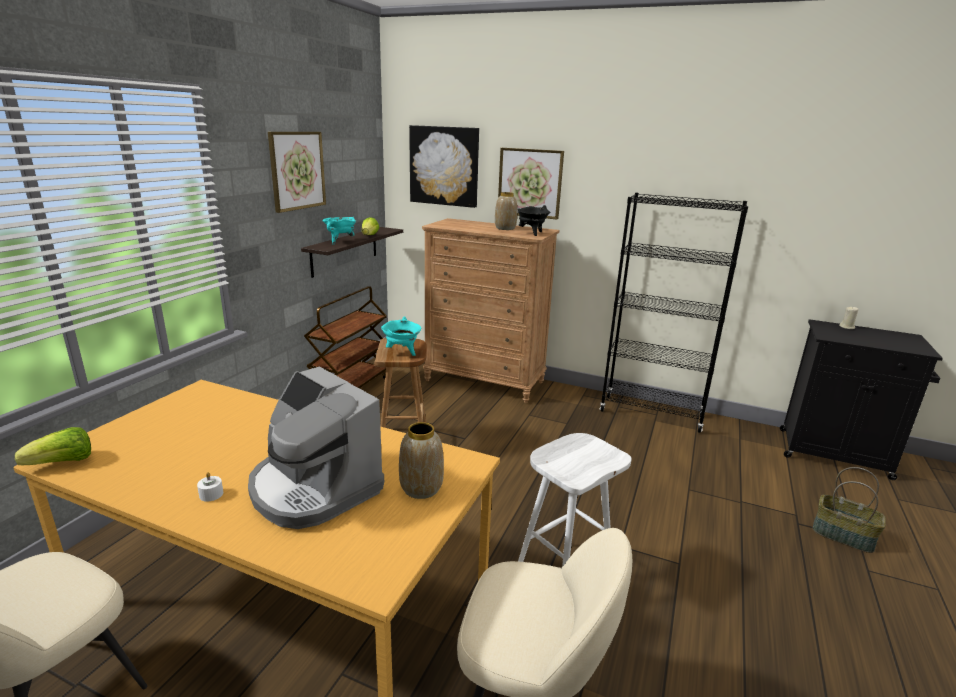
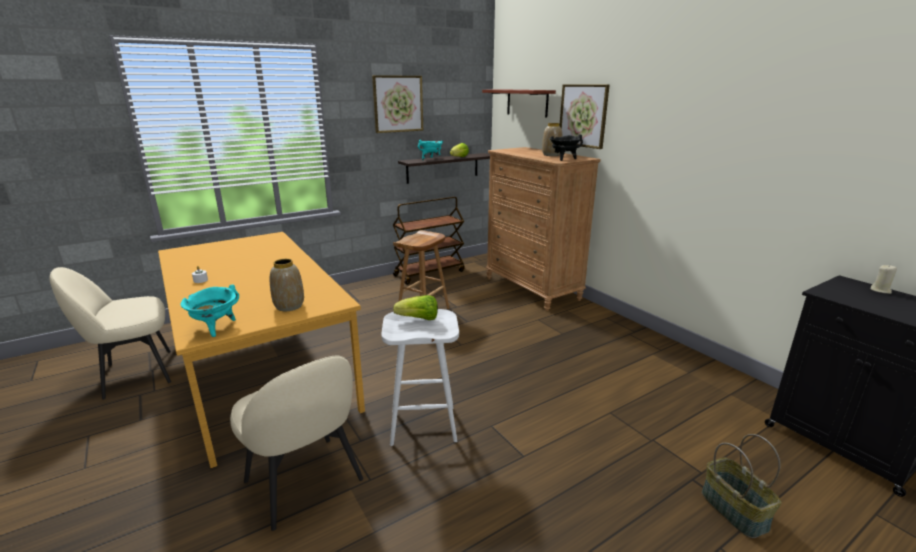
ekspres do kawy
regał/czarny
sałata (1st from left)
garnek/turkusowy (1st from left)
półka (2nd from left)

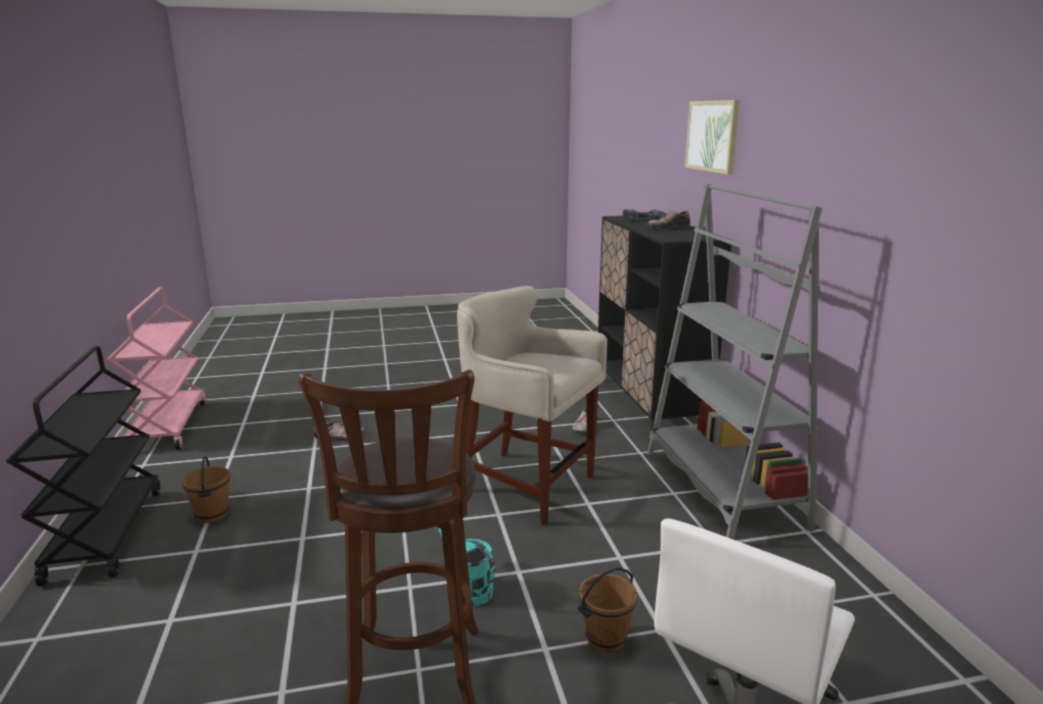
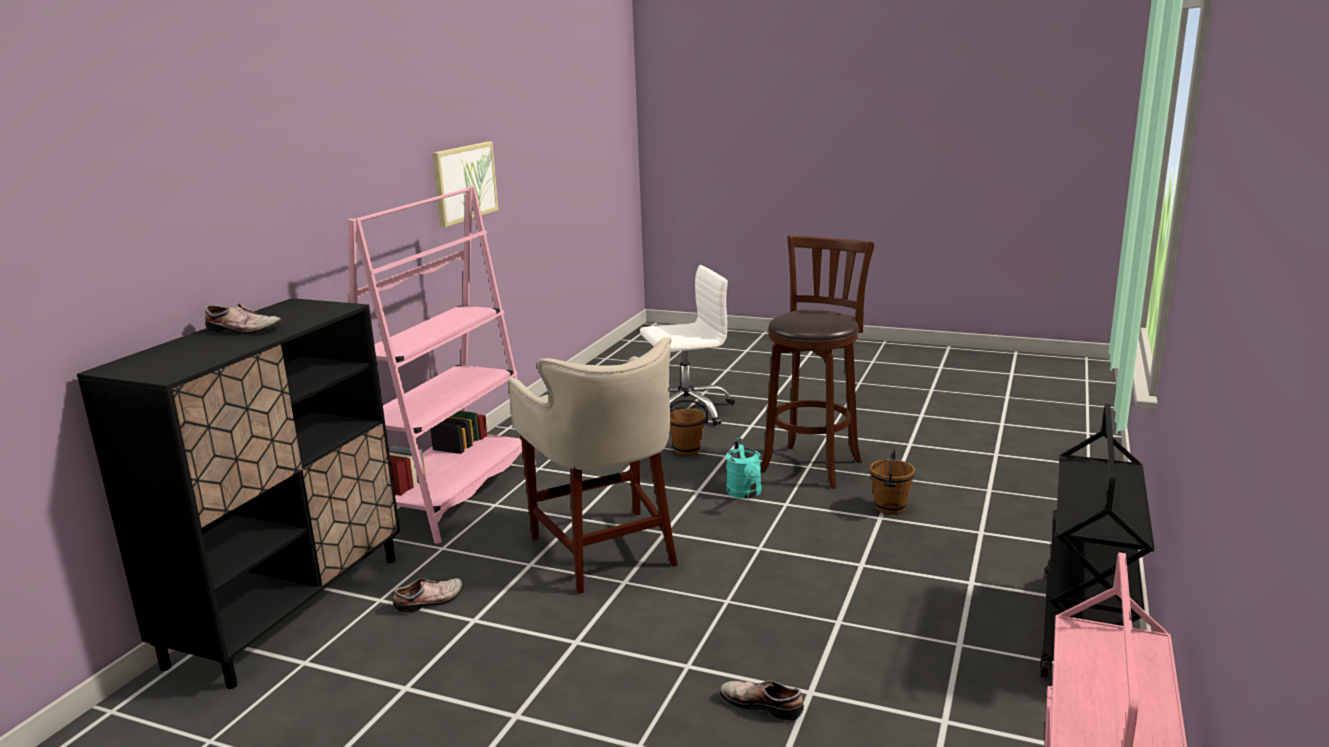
wiertarka
wiadro/brązowy (2nd from left)
obraz
regał/różowy

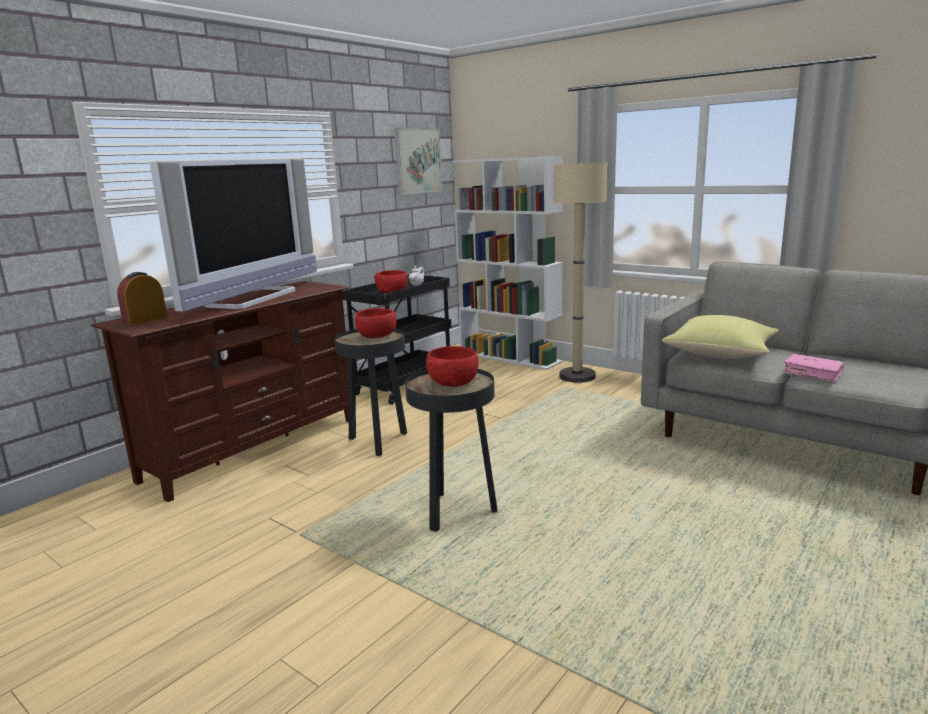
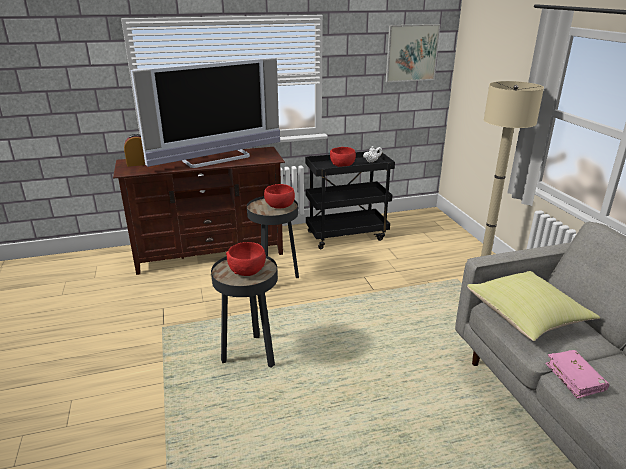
regał/biały

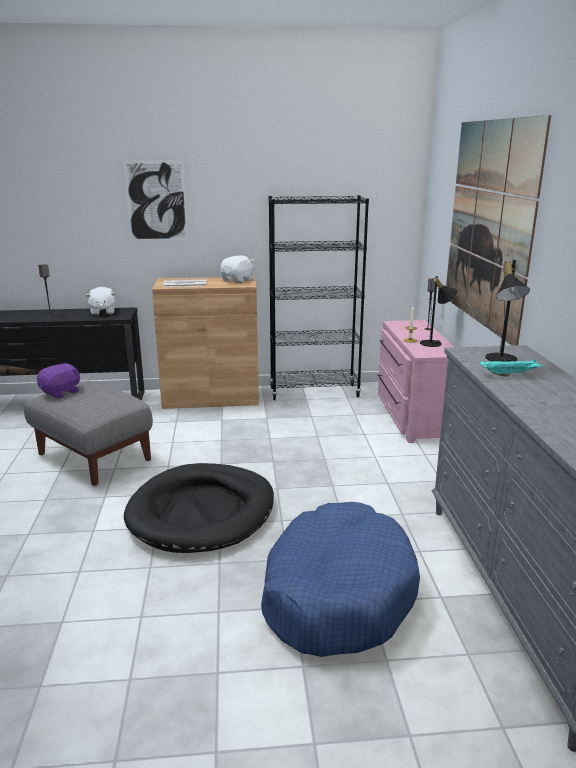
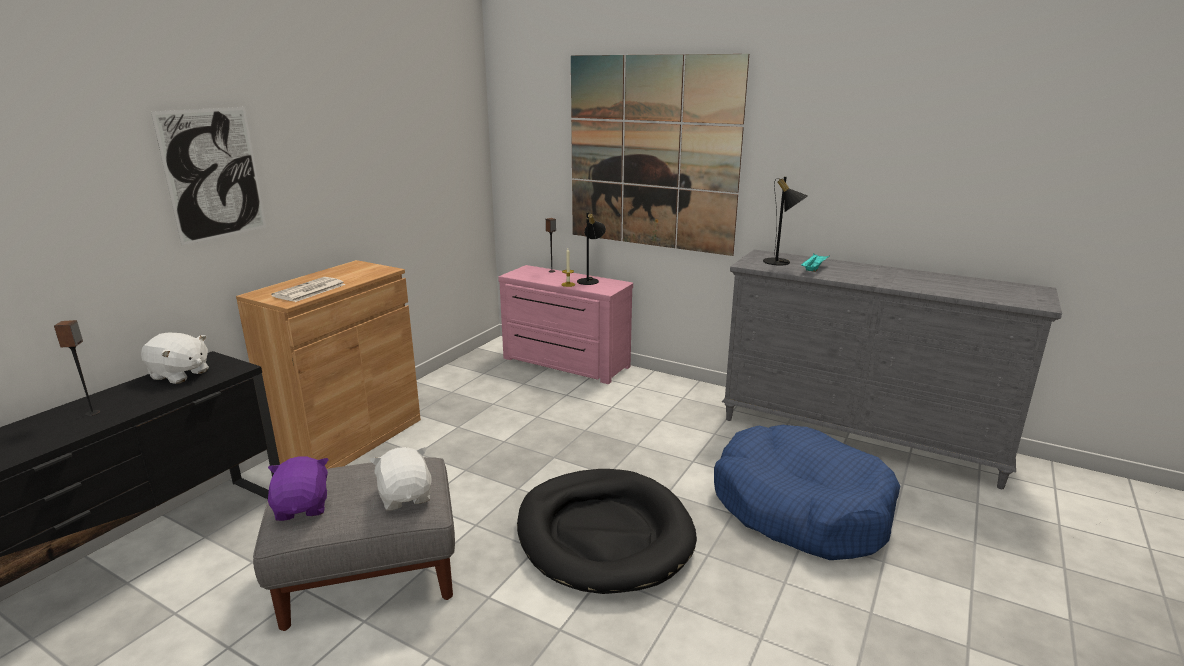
regał/czarny
pluszak/biały (2nd from left)

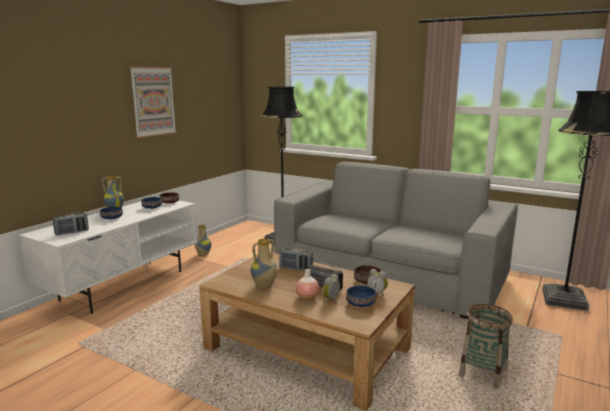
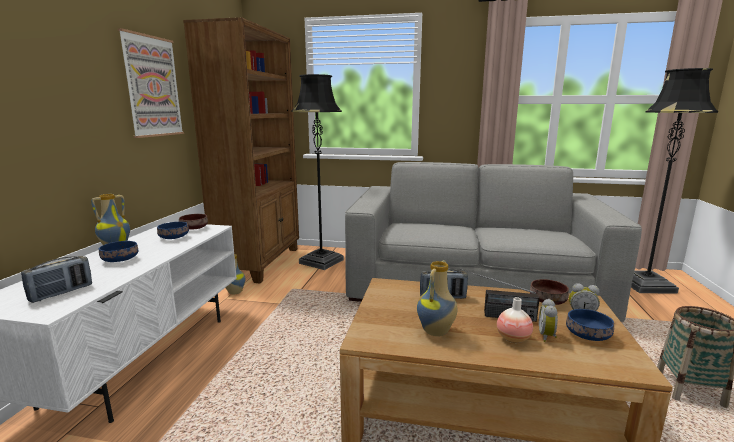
regał/brązowy

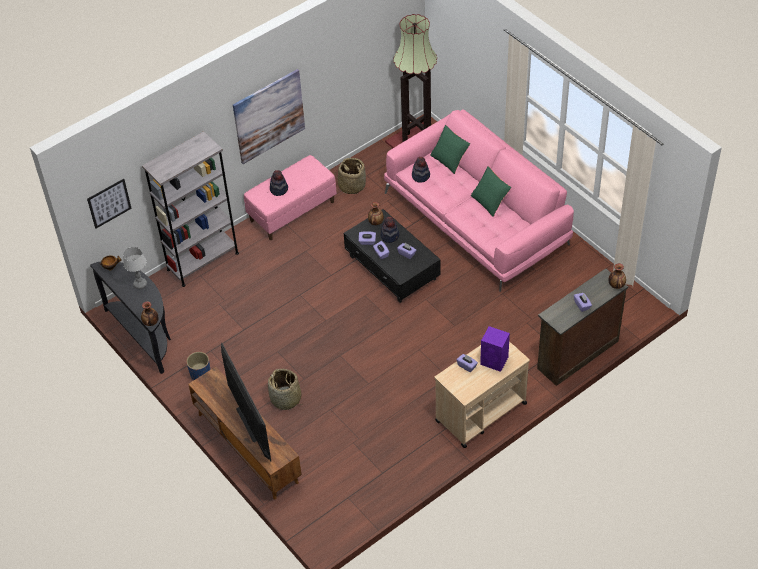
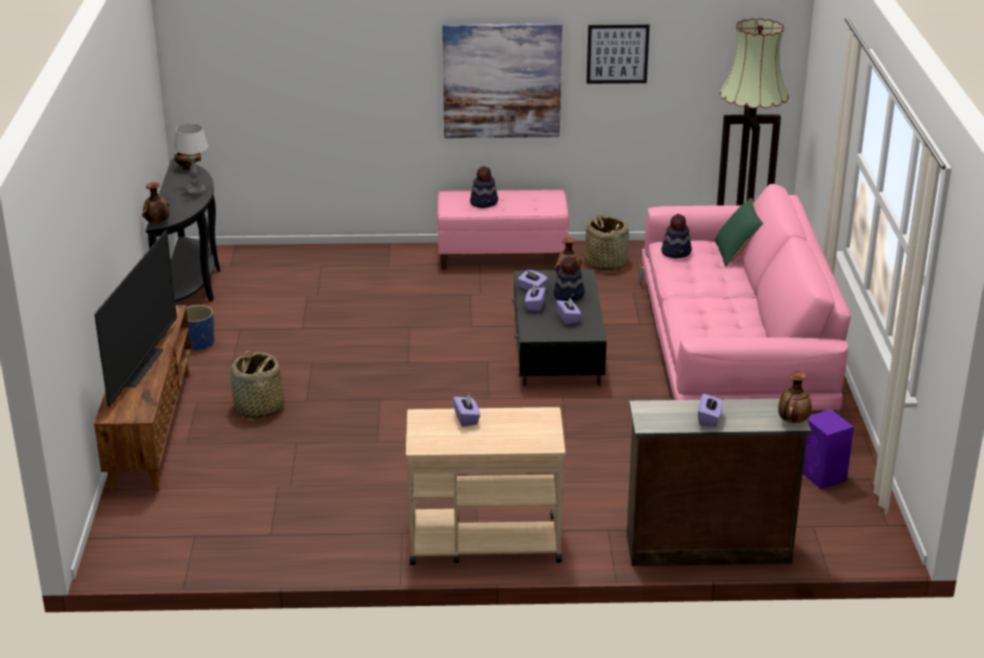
regał/szary
poduszka/zielony (2nd from left in the first image)
obraz (2nd from left)
głośnik/fioletowy

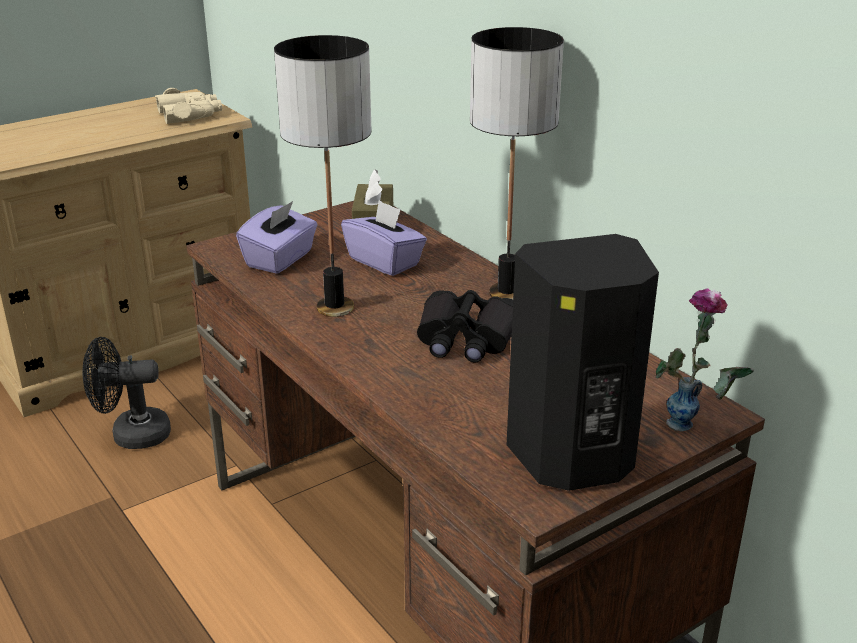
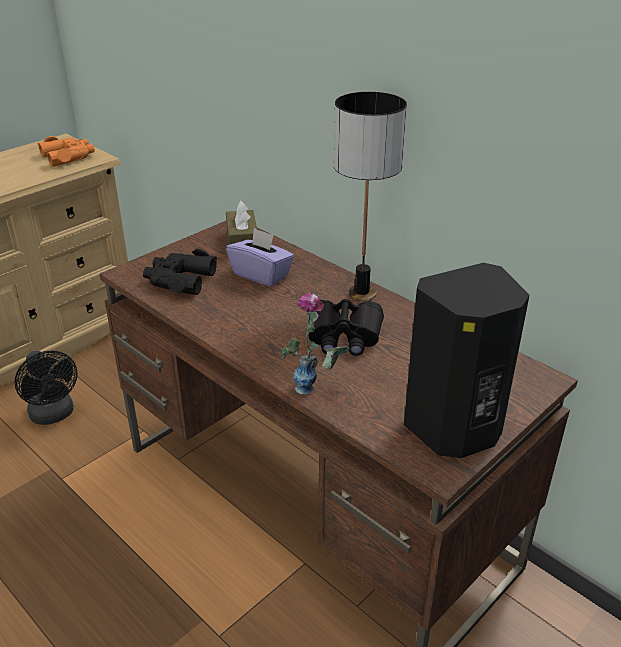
lampa stołowa (1st from left in the first image)
wazon
lornetka/czarny (1st from left)
lornetka/pomarańczowy
wentylator/czarny

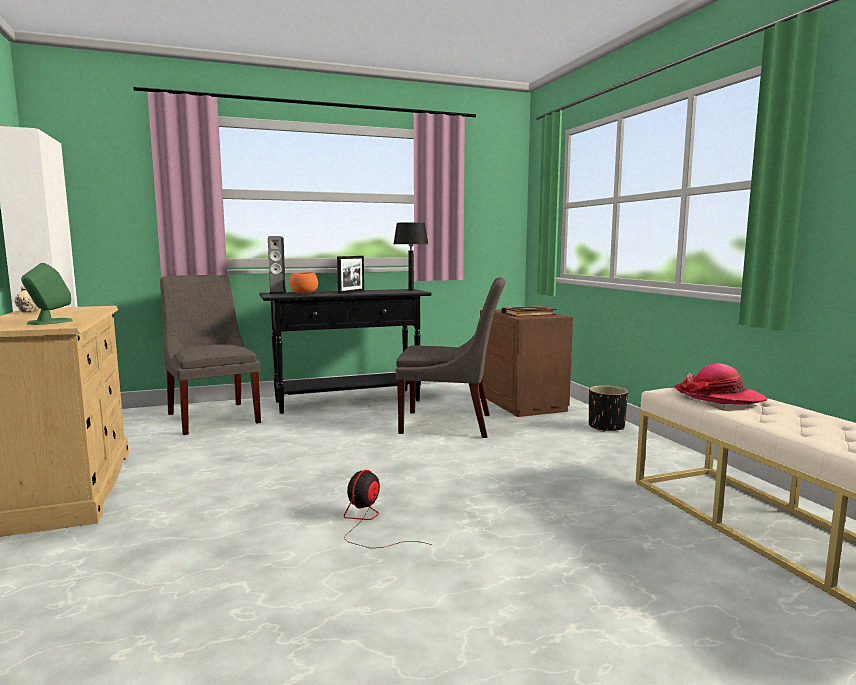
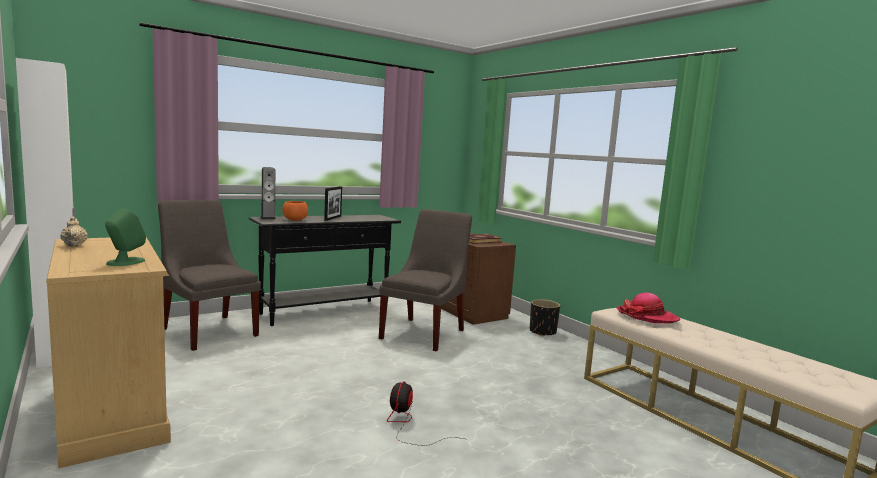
lampa stołowa/czarny
krzesło/szary (2nd from left)

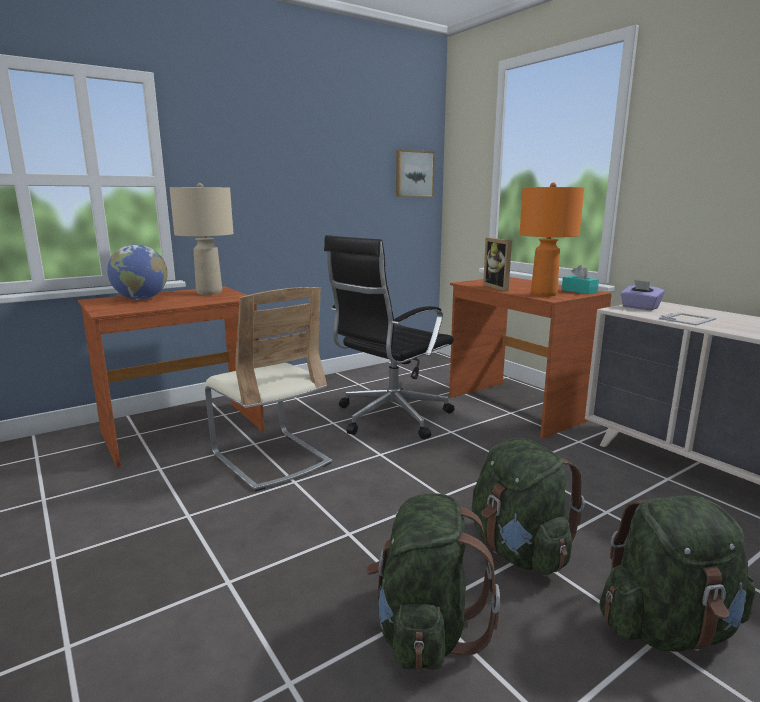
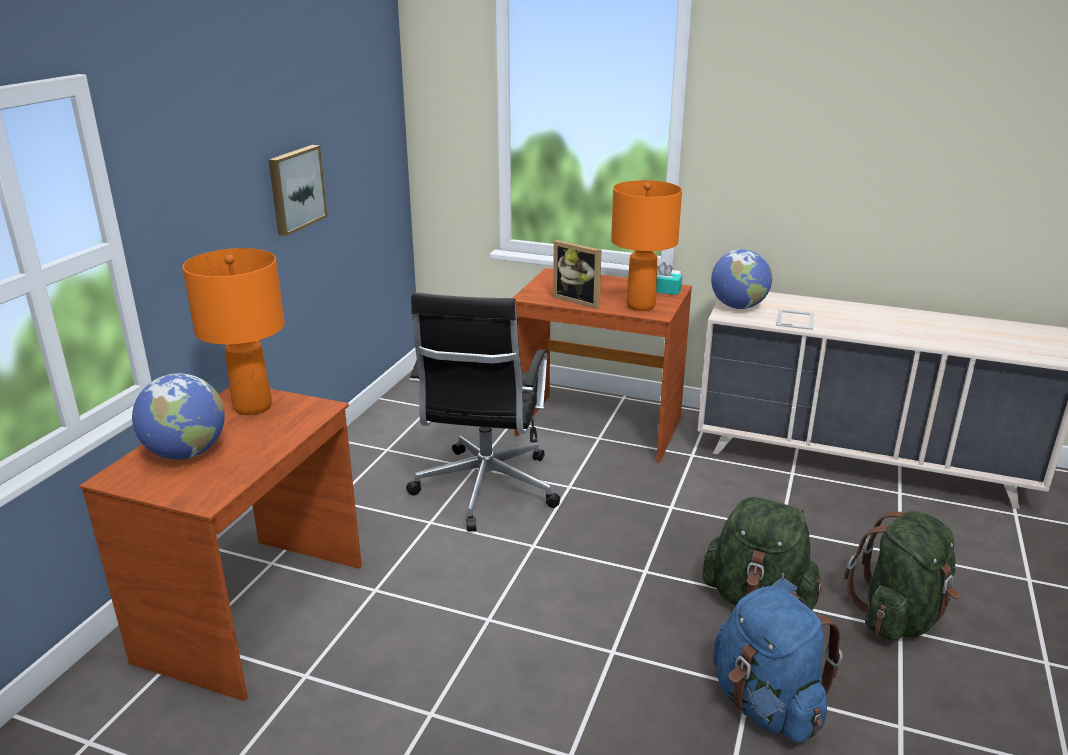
krzesło/beżowy
obraz
globus (2nd from left)
lampa stołowa/pomarańczowy (1st from left)
plecak/niebieski

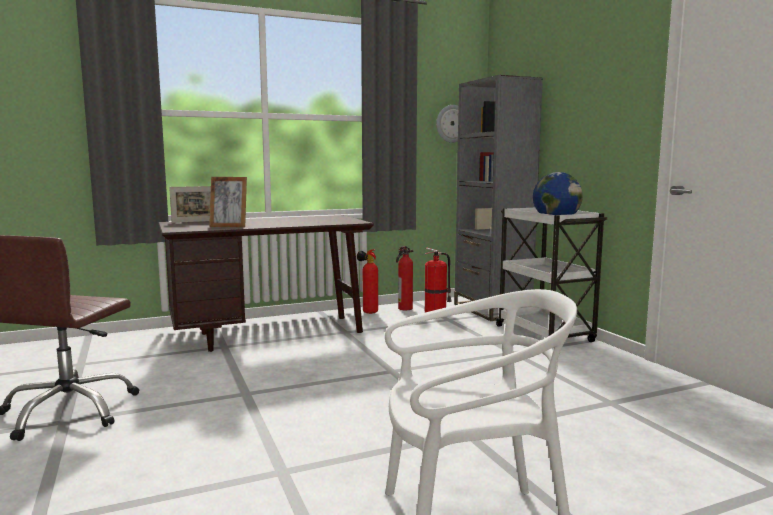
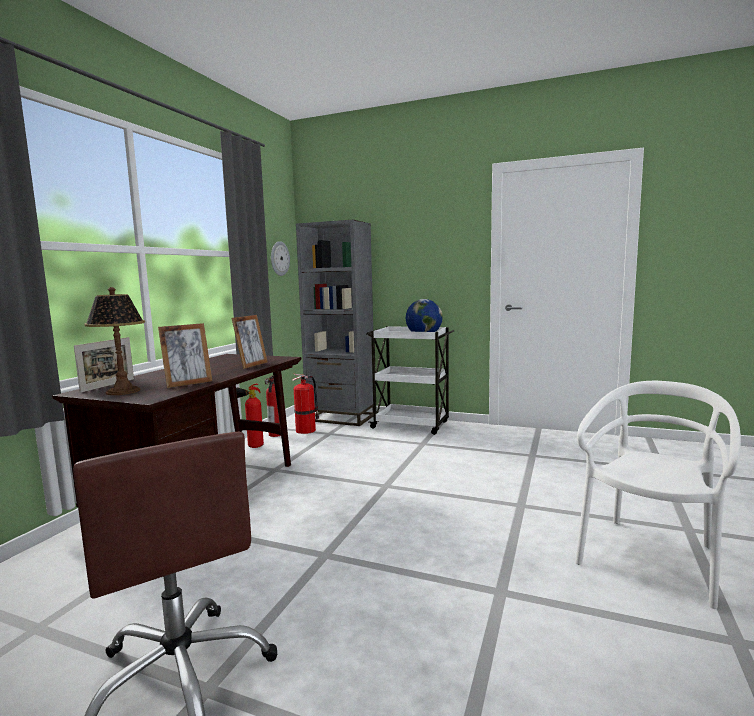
lampa stołowa
ramka na zdjęcie (3rd from left)

